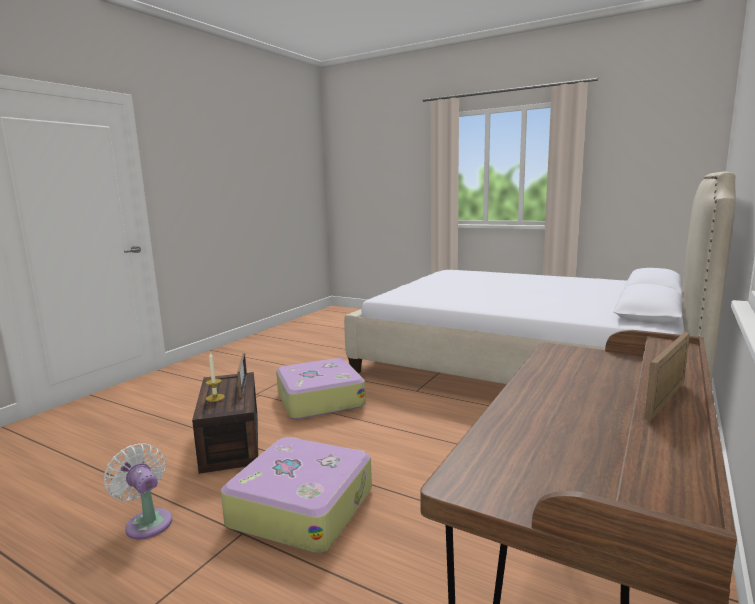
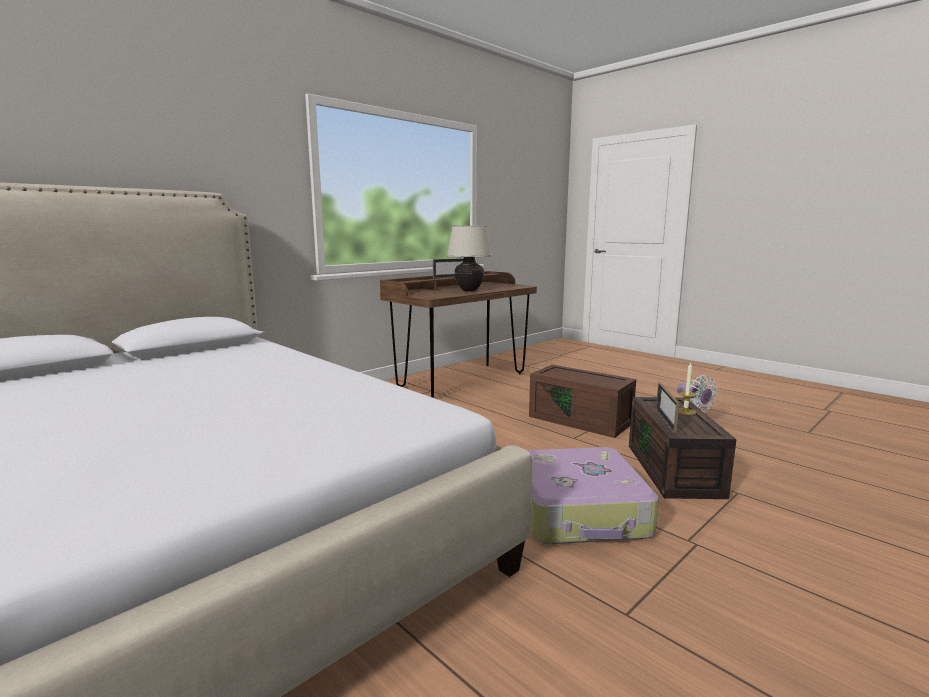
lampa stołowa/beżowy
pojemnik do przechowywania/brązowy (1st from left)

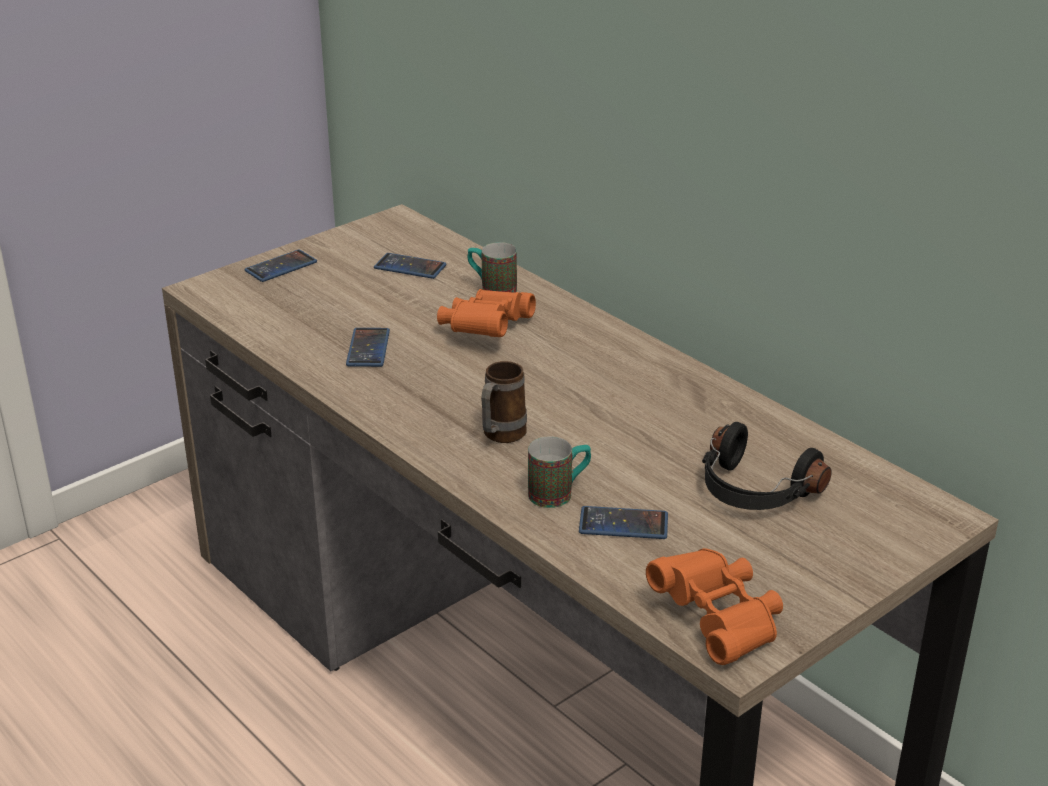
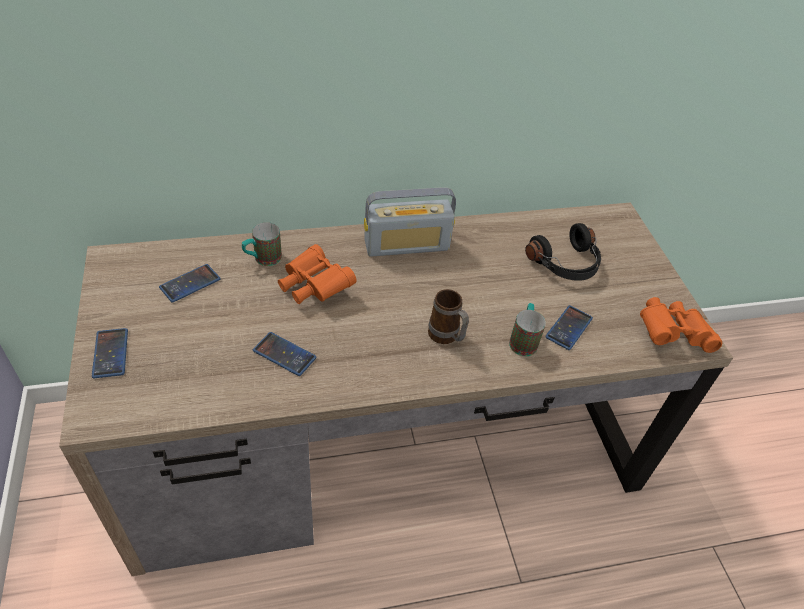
radio

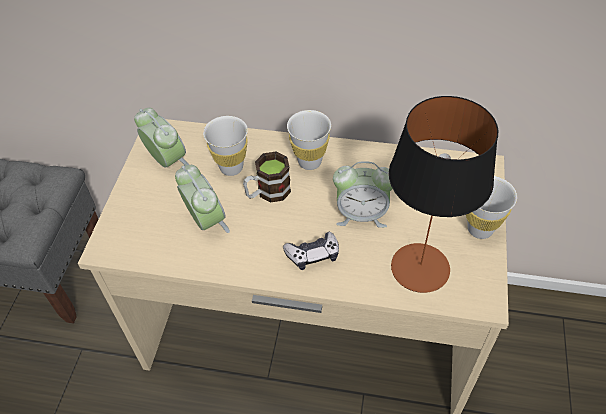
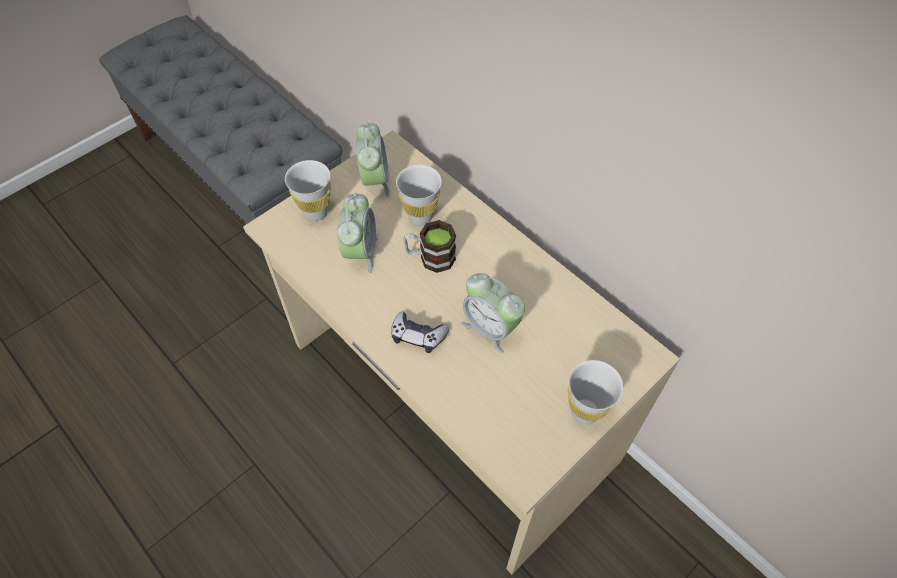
lampa stołowa
filiżanka/biały (1st from left)

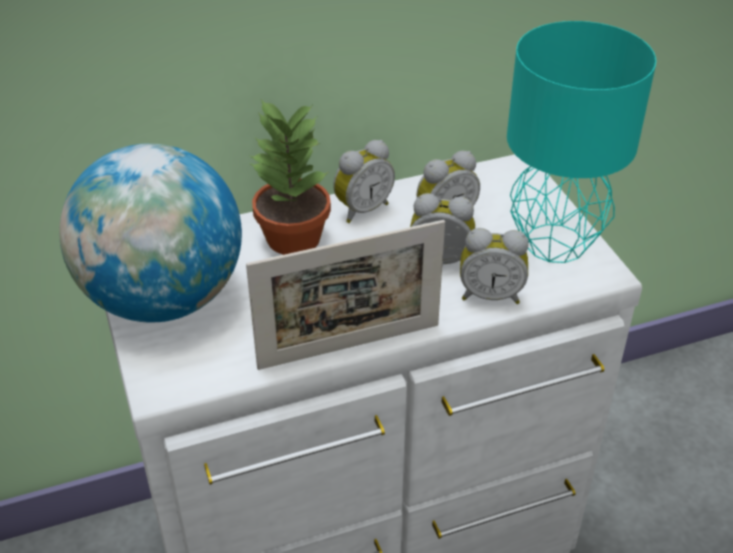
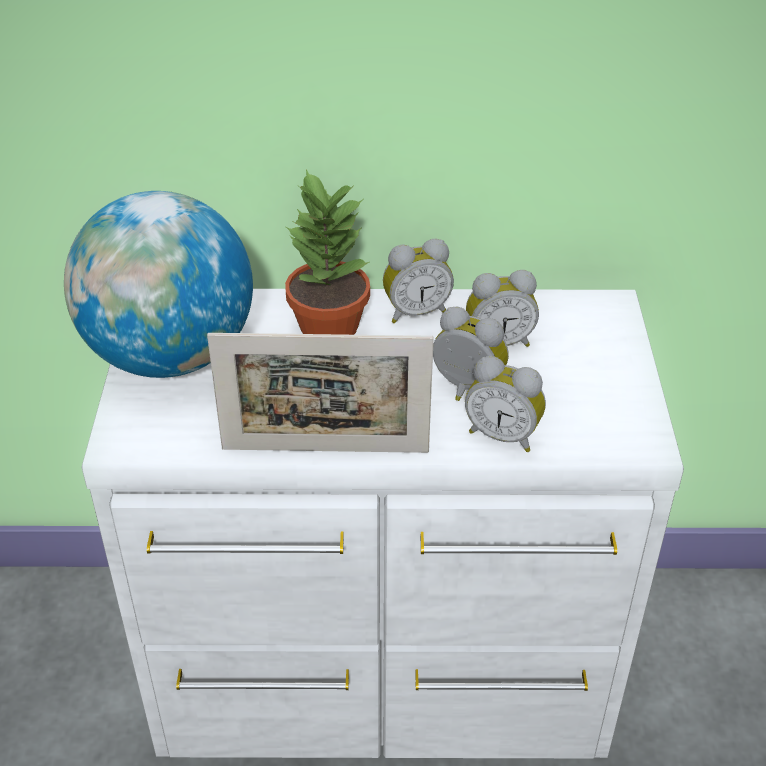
lampa stołowa/turkusowy

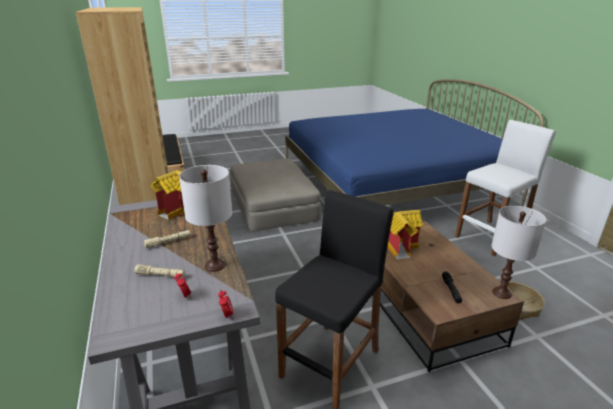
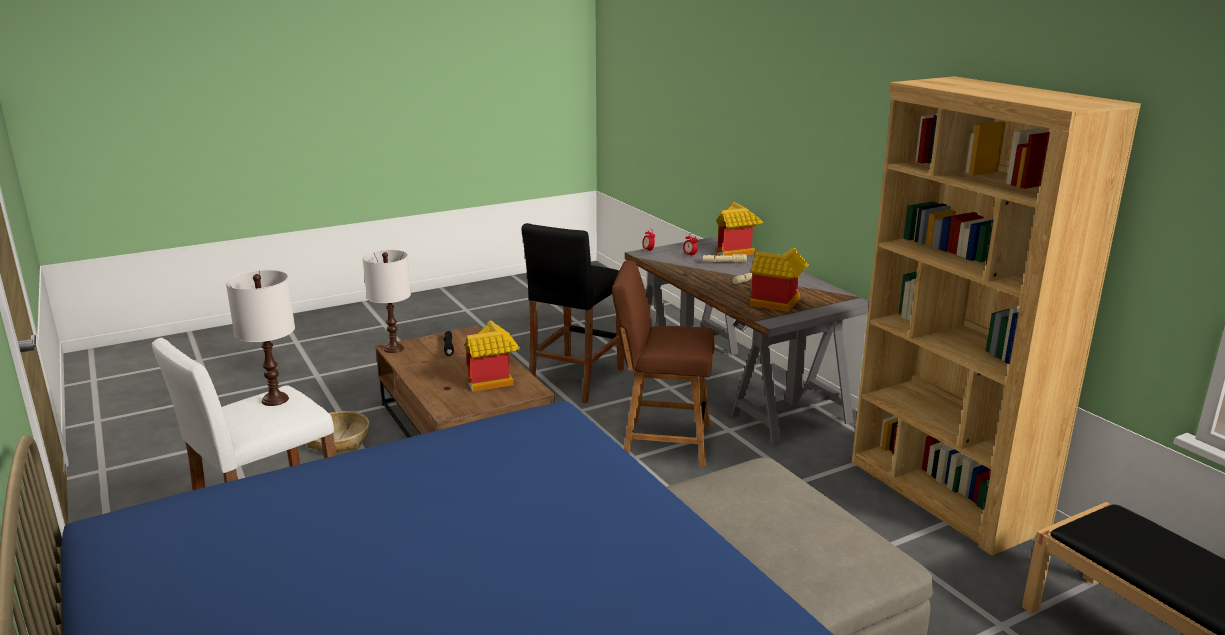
krzesło/brązowy
domek (2nd from left)
lampa stołowa/biały (1st from left)

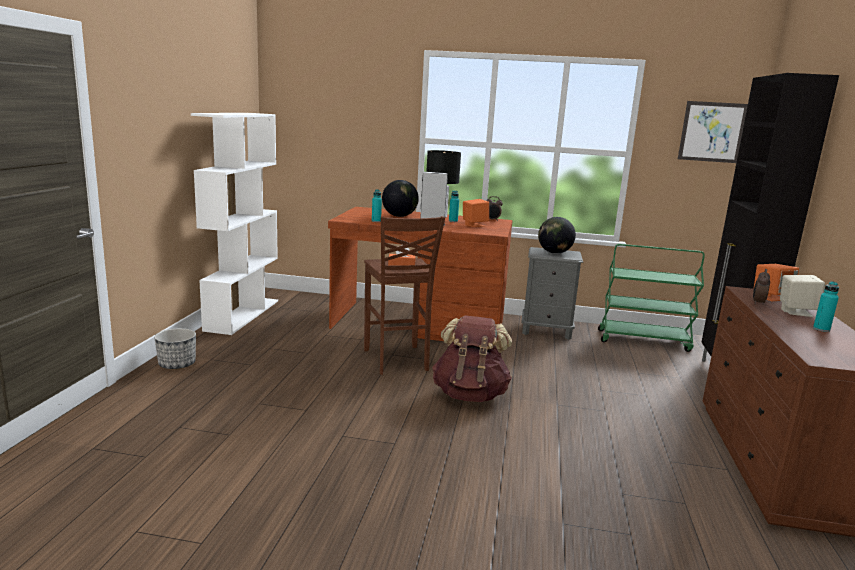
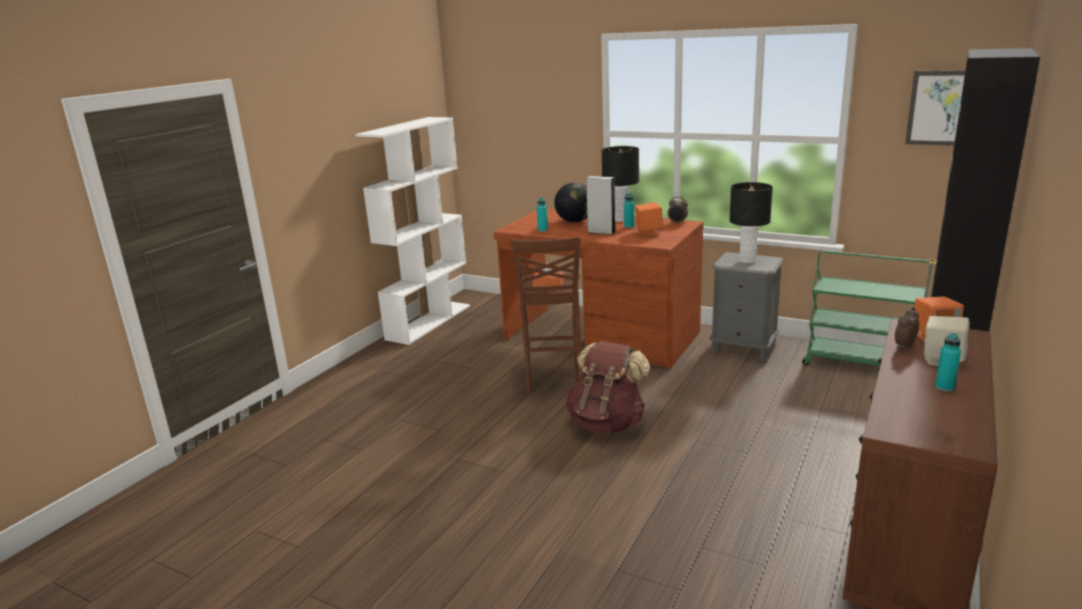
donica
lampa stołowa/czarny (2nd from left)

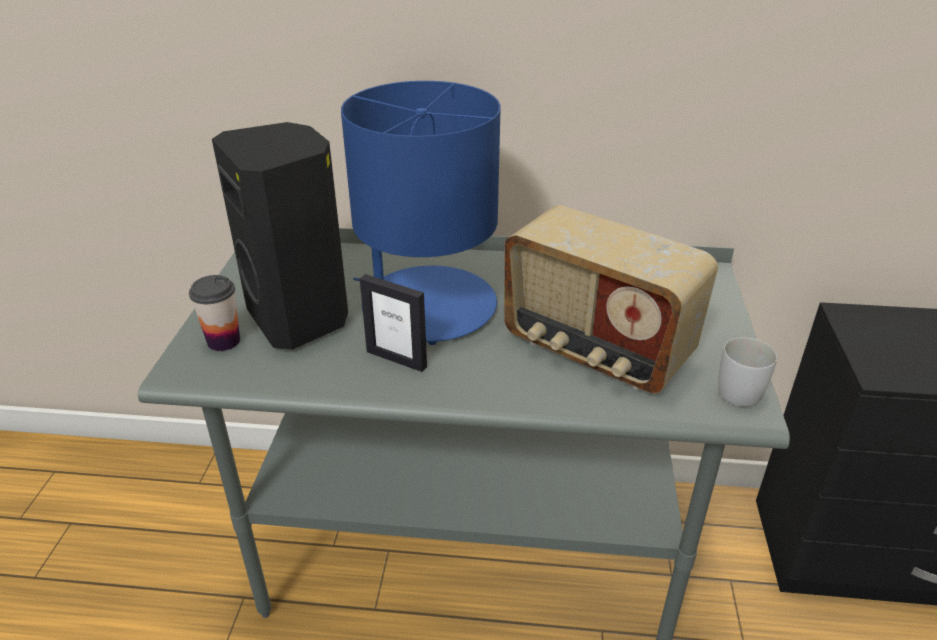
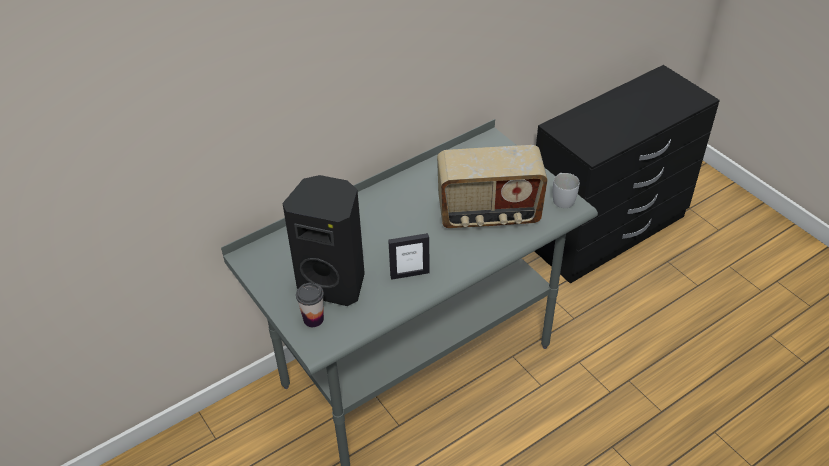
lampa stołowa/niebieski

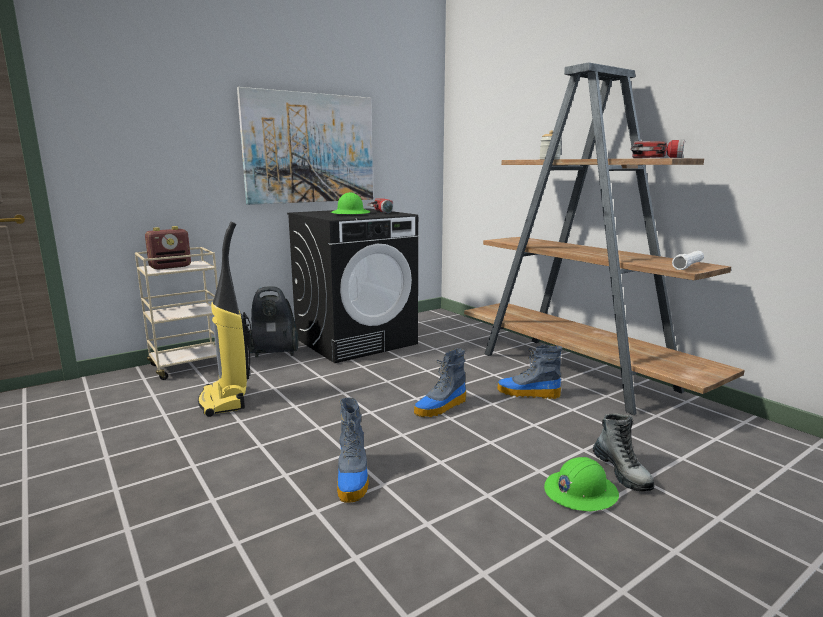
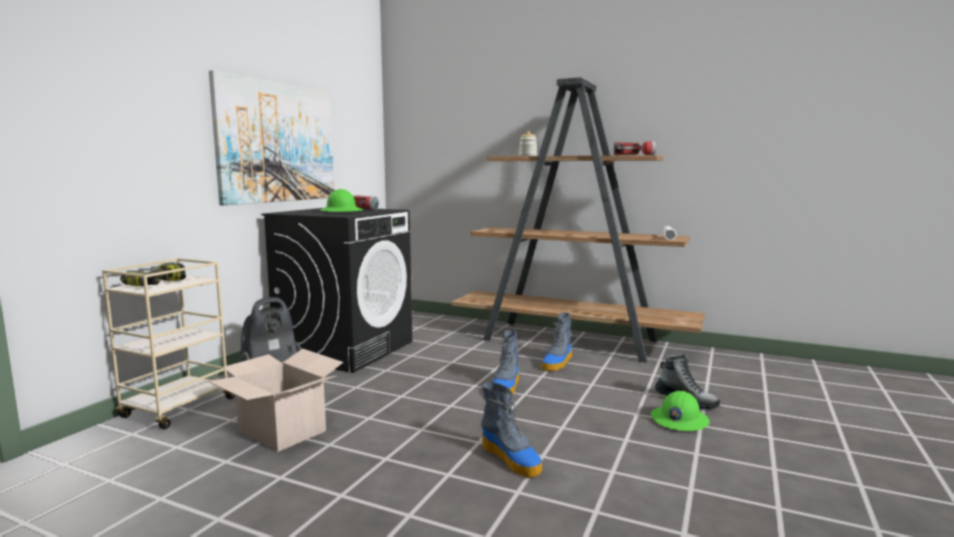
wiertarka
karton
but z cholewką (3rd from left)

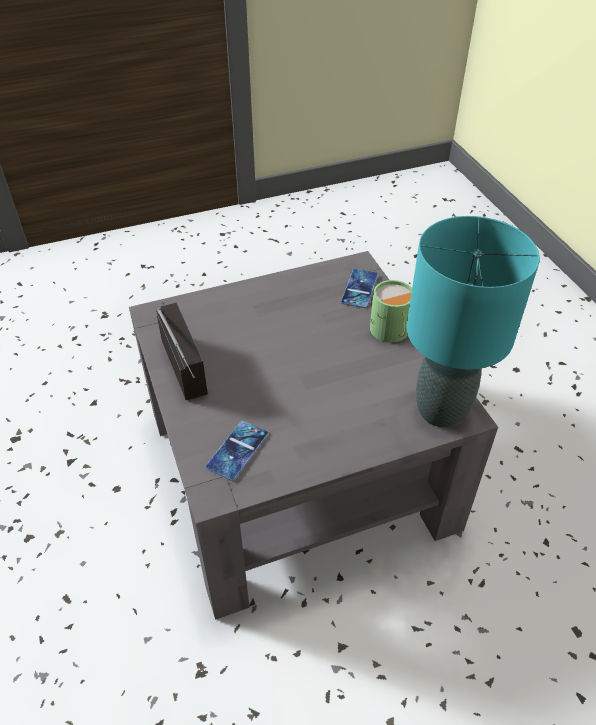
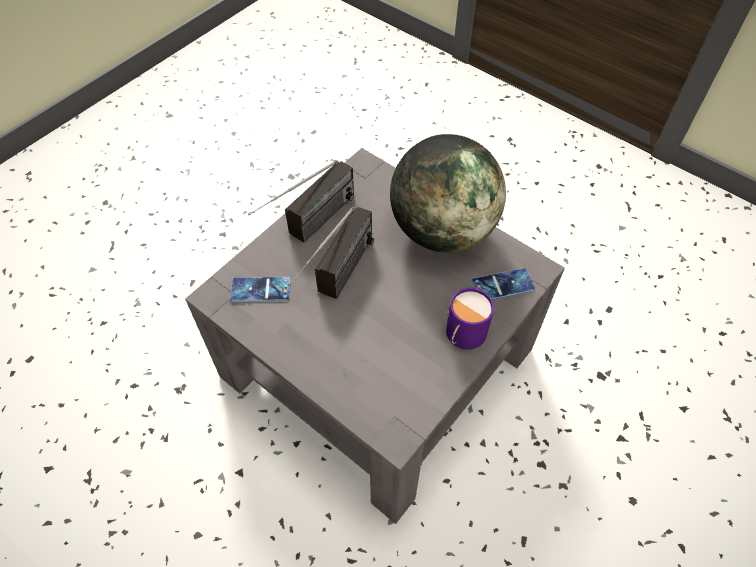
lampa stołowa/turkusowy
radio (2nd from left)
globus
kubek/fioletowy

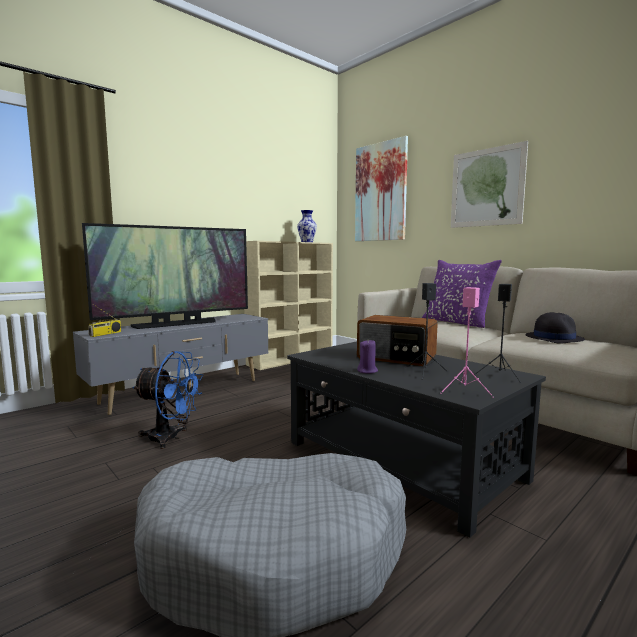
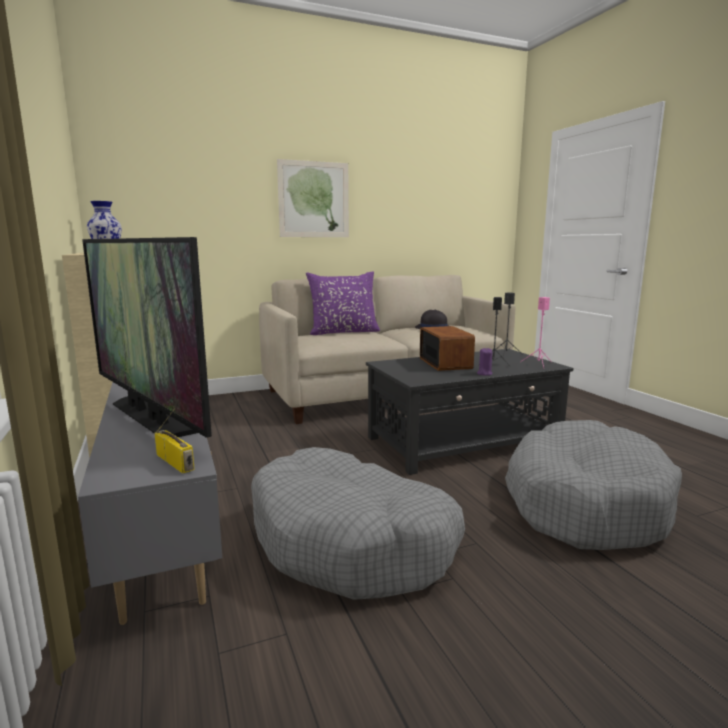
obraz (1st from left in the first image)
legowisko/szary (1st from left)
telewizor
radio (2nd from left)

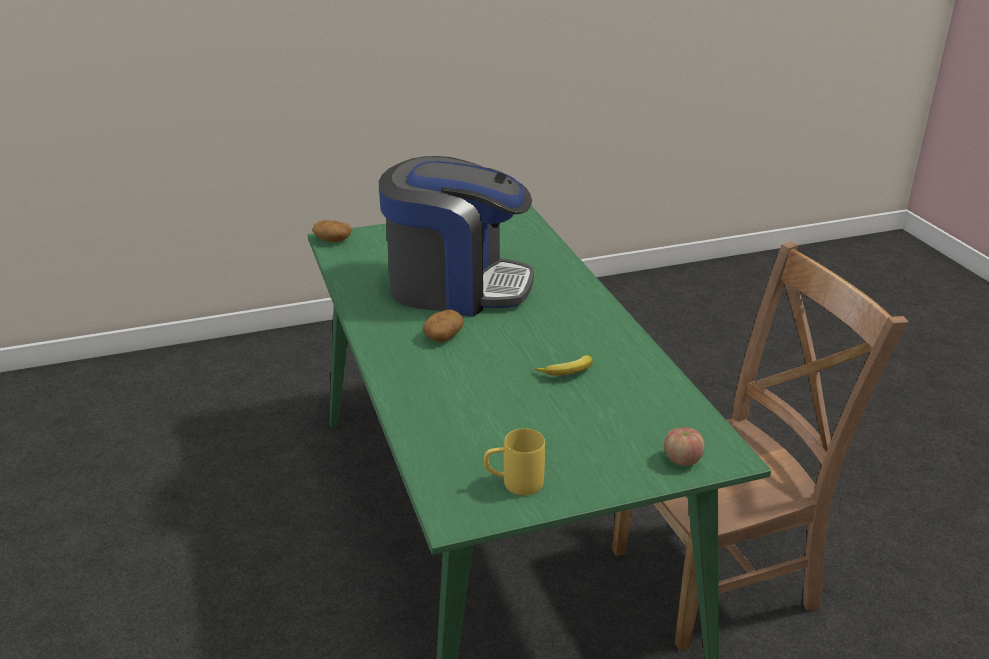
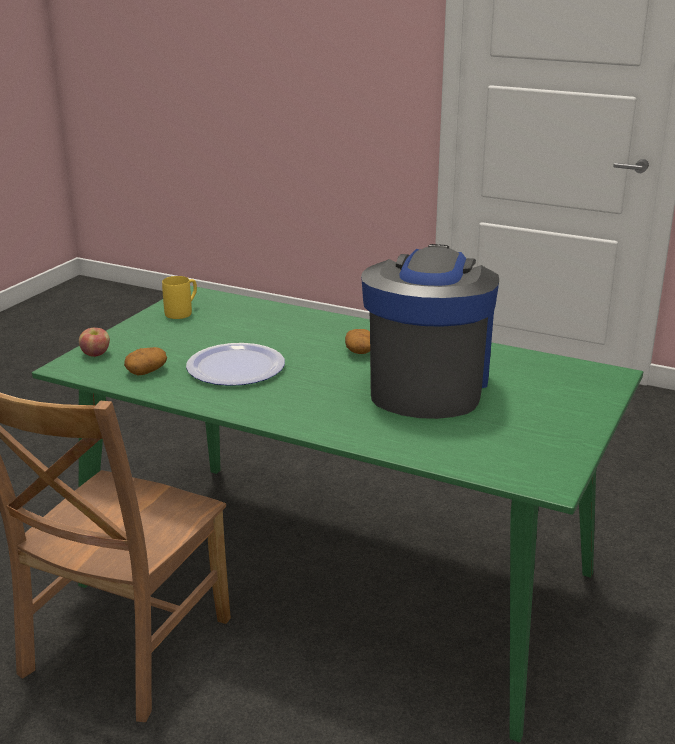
ziemniak (1st from left)
talerz
ekspres do kawy

